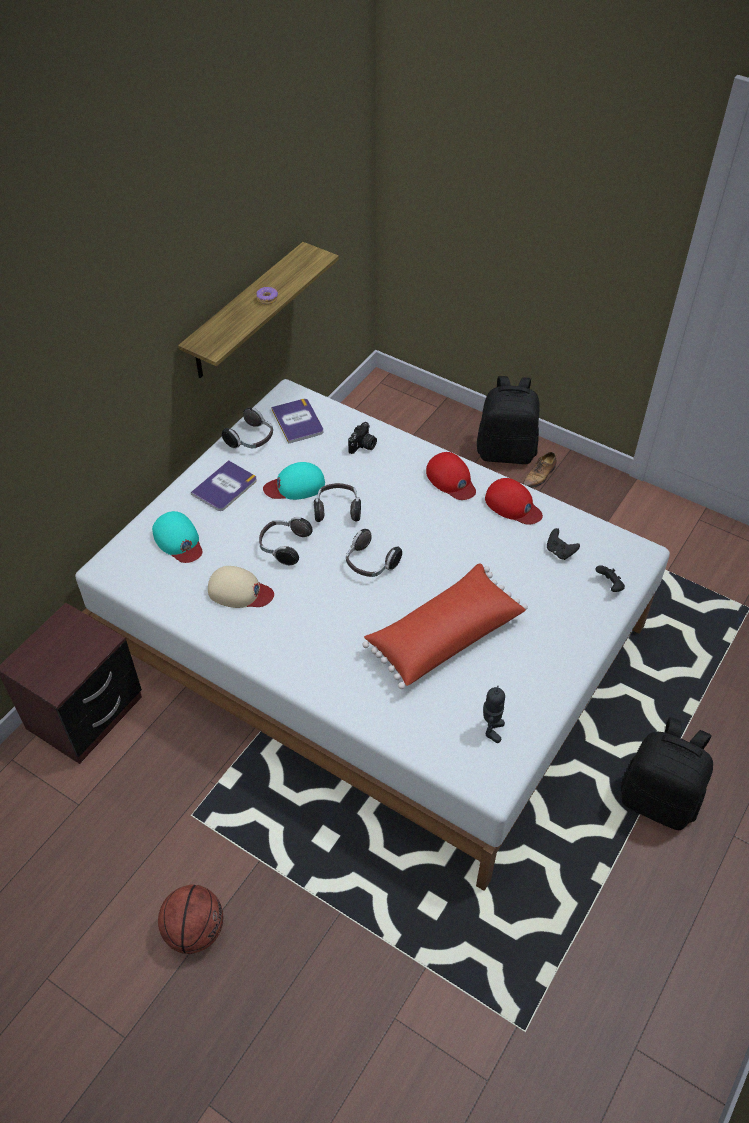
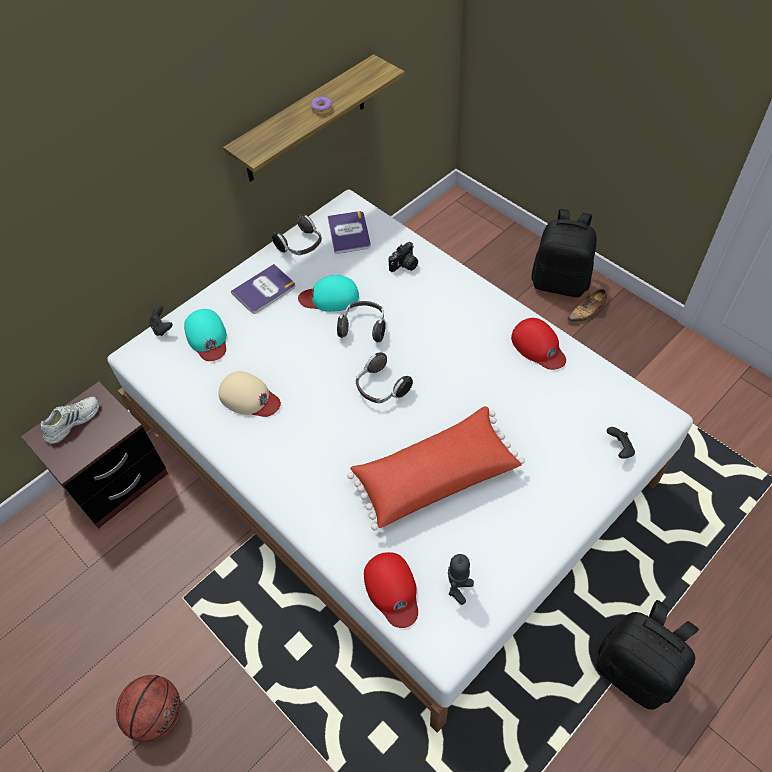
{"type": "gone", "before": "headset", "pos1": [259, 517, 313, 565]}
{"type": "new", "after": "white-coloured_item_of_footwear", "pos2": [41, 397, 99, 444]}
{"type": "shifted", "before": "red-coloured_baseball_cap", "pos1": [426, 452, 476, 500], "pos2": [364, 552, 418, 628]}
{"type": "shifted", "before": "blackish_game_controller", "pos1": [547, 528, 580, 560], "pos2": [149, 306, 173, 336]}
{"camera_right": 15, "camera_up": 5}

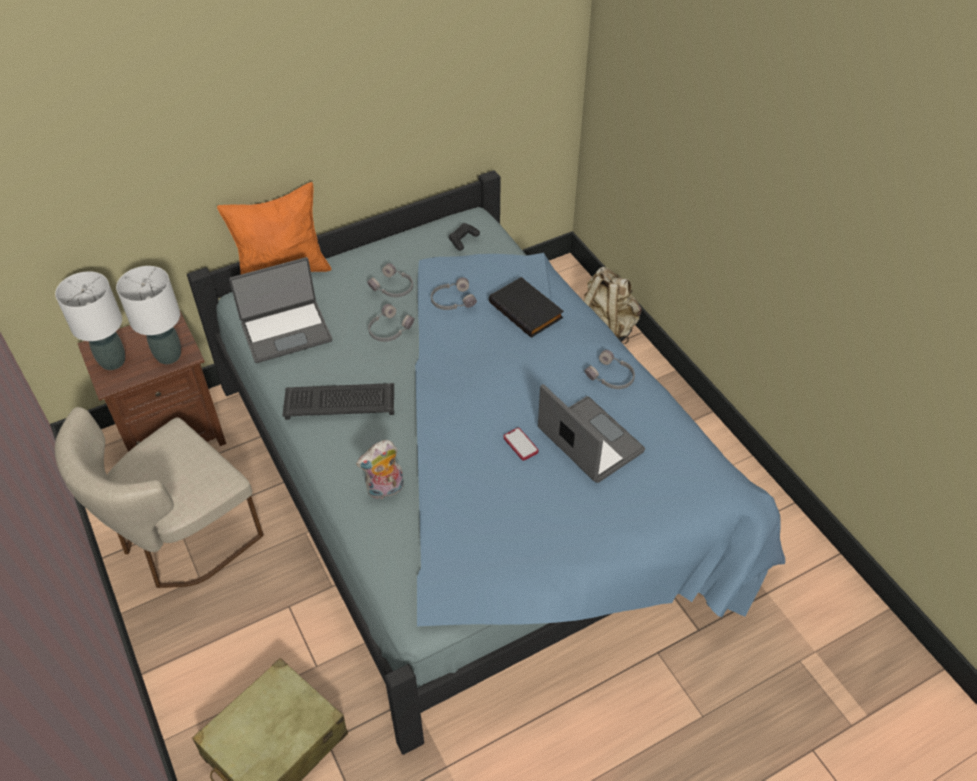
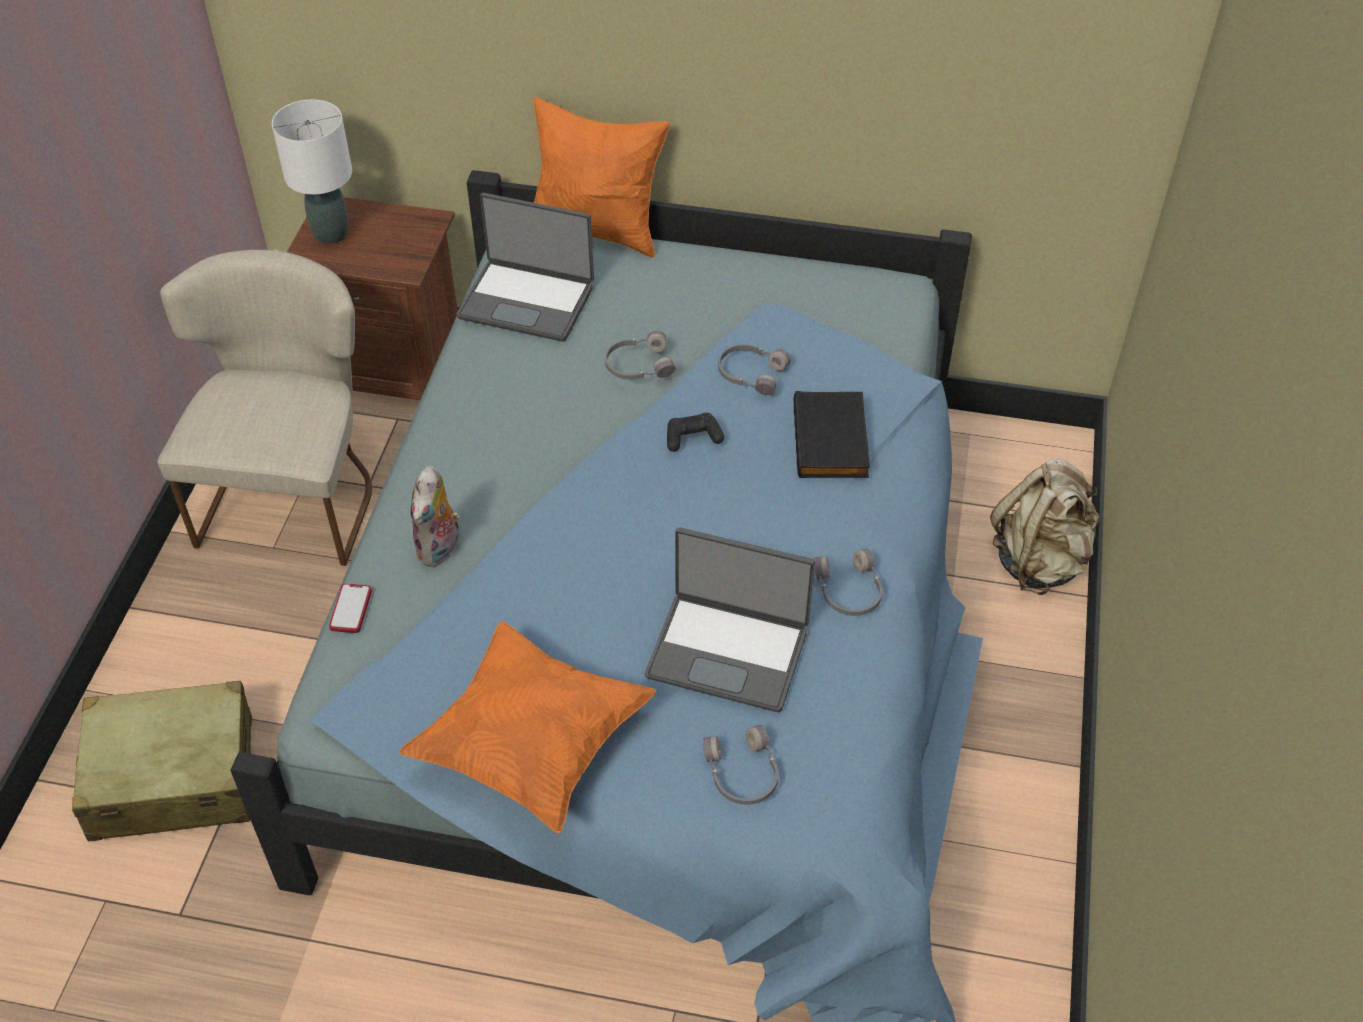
{"type": "gone", "before": "white-coloured_tabletop_lamp", "pos1": [116, 266, 181, 364]}
{"type": "gone", "before": "keyboard", "pos1": [282, 383, 394, 420]}
{"type": "new", "after": "orange_throw_pillow", "pos2": [399, 621, 656, 833]}
{"type": "shifted", "before": "greyish_headset", "pos1": [367, 263, 413, 297], "pos2": [703, 725, 779, 805]}
{"type": "shifted", "before": "blackish_game_controller", "pos1": [449, 223, 480, 251], "pos2": [667, 412, 724, 452]}
{"type": "shifted", "before": "telephone", "pos1": [503, 428, 538, 461], "pos2": [329, 583, 372, 633]}
{"type": "rotated", "before": "beige-coloured_chair", "pos1": [55, 407, 264, 588], "pos2": [157, 249, 372, 566], "turn": 105}
{"type": "rotated", "before": "cuddly_toy", "pos1": [356, 440, 404, 499], "pos2": [410, 466, 460, 567], "turn": -90}
{"type": "rotated", "before": "portable_computer", "pos1": [538, 384, 645, 483], "pos2": [645, 527, 815, 712], "turn": 105}
{"camera_right": 40, "camera_up": 0}

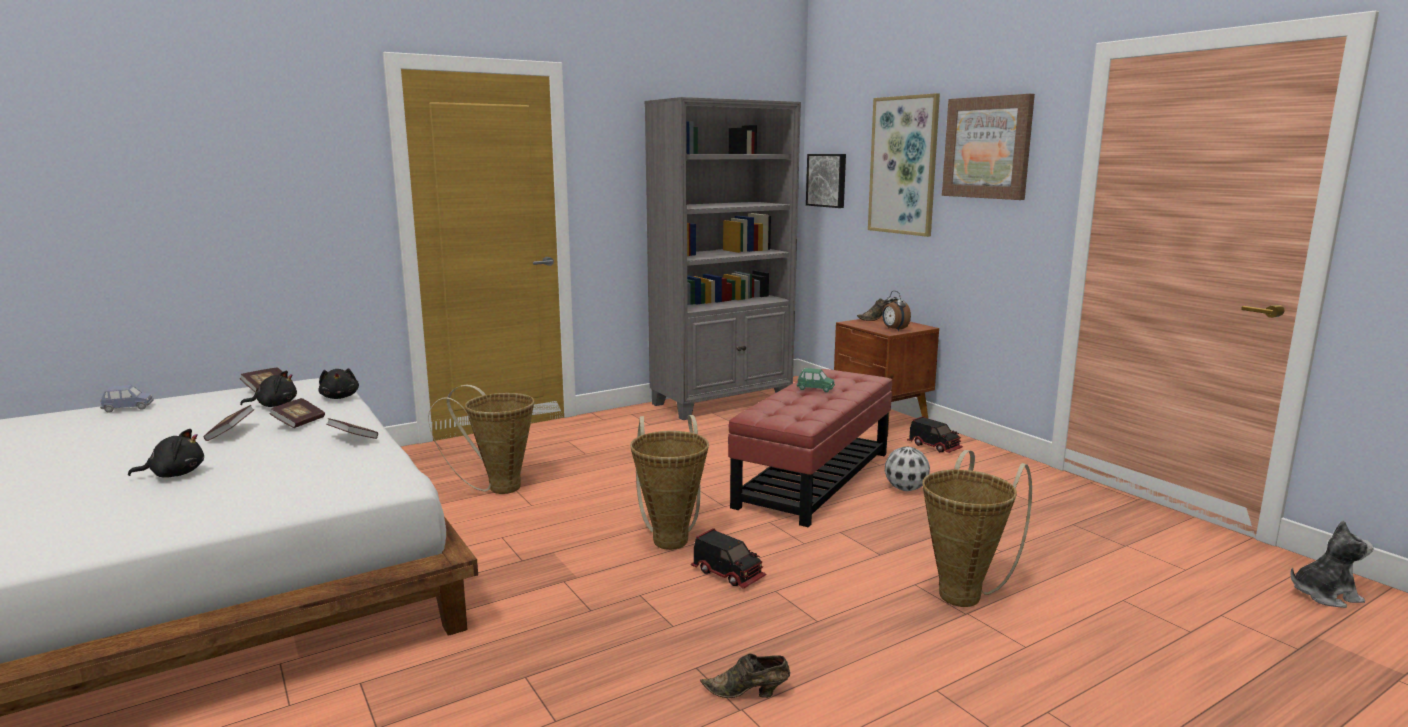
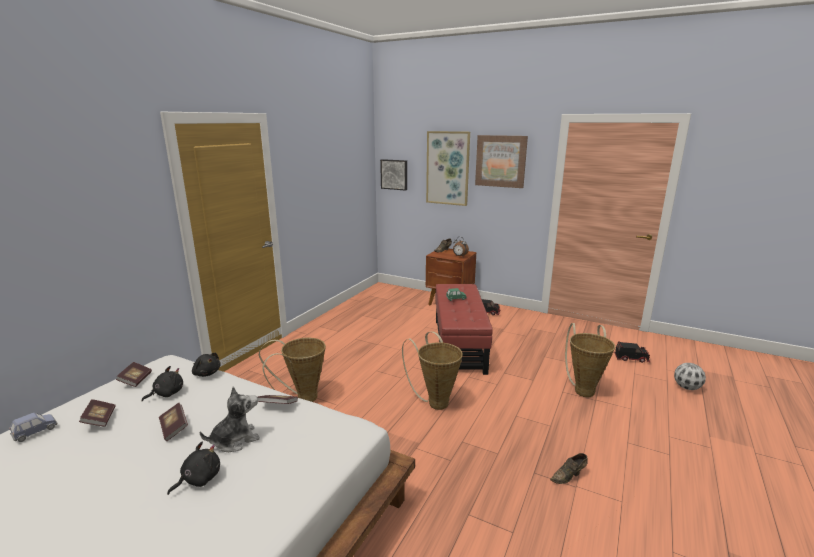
{"type": "gone", "before": "greyish_shelving_unit", "pos1": [644, 97, 801, 420]}
{"type": "shifted", "before": "book", "pos1": [269, 398, 325, 428], "pos2": [79, 399, 115, 427]}
{"type": "shifted", "before": "toy_truck", "pos1": [691, 528, 767, 589], "pos2": [614, 341, 651, 363]}
{"type": "shifted", "before": "ball_for_football", "pos1": [885, 447, 930, 491], "pos2": [674, 363, 706, 390]}
{"type": "shifted", "before": "cuddly_toy", "pos1": [1291, 520, 1374, 608], "pos2": [199, 386, 260, 452]}
{"camera_right": -30, "camera_up": 5}

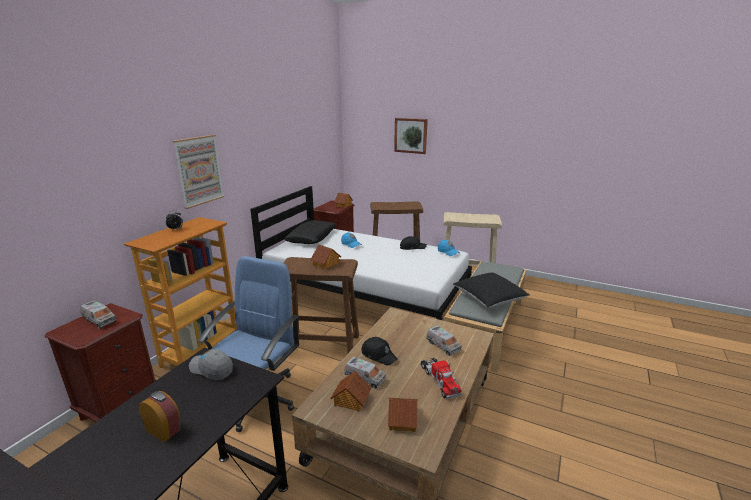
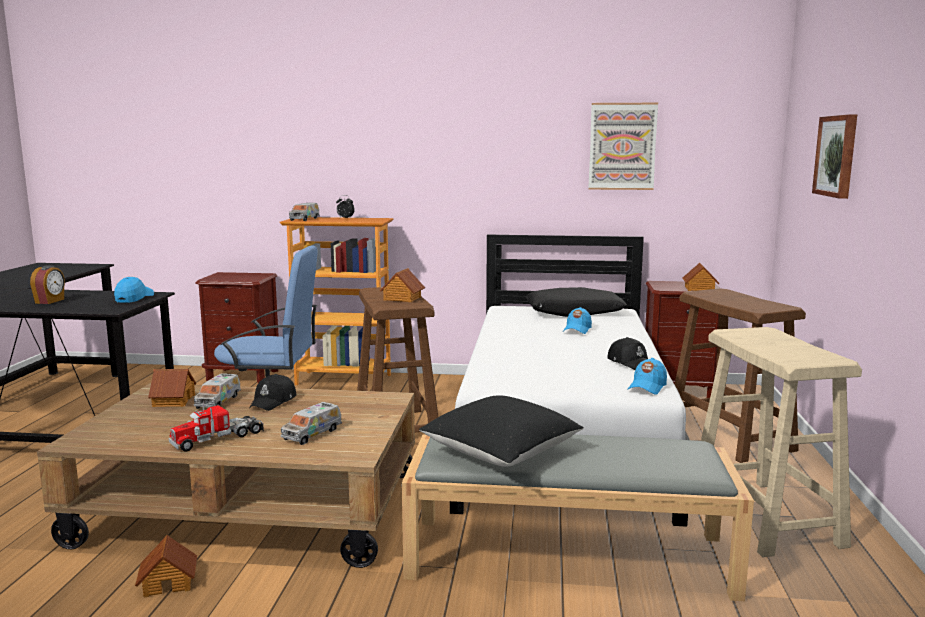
{"type": "shifted", "before": "toy_truck", "pos1": [81, 300, 117, 329], "pos2": [289, 203, 320, 221]}
{"type": "shifted", "before": "wall_picture", "pos1": [173, 135, 224, 209], "pos2": [588, 103, 658, 190]}
{"type": "shifted", "before": "miniature_house", "pos1": [388, 398, 418, 432], "pos2": [135, 535, 197, 598]}
{"type": "repainted", "before": "greyish_baseball_cap", "after": "blue_baseball_cap", "pos1": [189, 349, 233, 381], "pos2": [114, 277, 154, 303]}
{"camera_right": 70, "camera_up": -10}

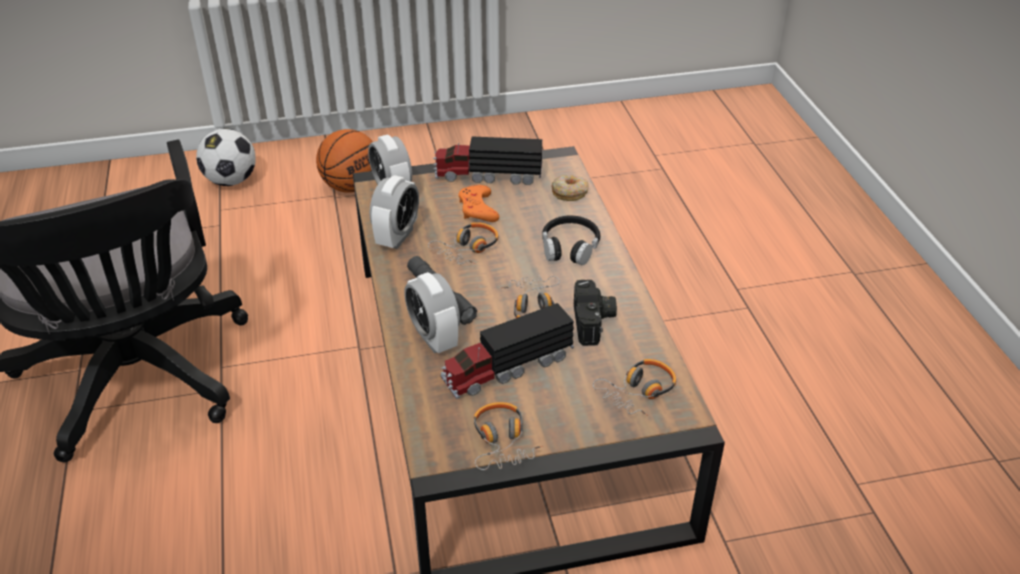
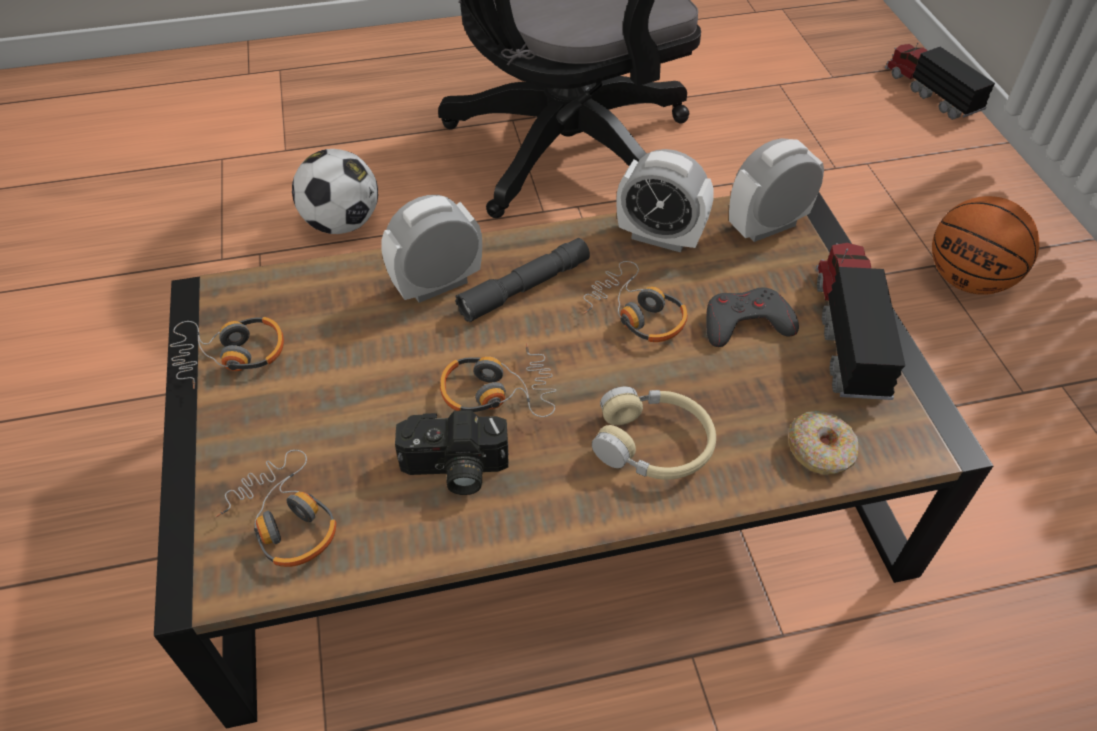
{"type": "shifted", "before": "ball_for_football", "pos1": [196, 128, 256, 186], "pos2": [292, 149, 378, 234]}
{"type": "shifted", "before": "toy_truck", "pos1": [441, 303, 574, 399], "pos2": [885, 43, 995, 120]}
{"type": "repainted", "before": "orange_game_controller", "after": "greyish_game_controller", "pos1": [459, 185, 499, 222], "pos2": [706, 287, 799, 347]}
{"type": "repainted", "before": "blackish_headset", "after": "beige-coloured_headset", "pos1": [542, 215, 601, 265], "pos2": [592, 386, 716, 480]}
{"camera_right": 90, "camera_up": 10}

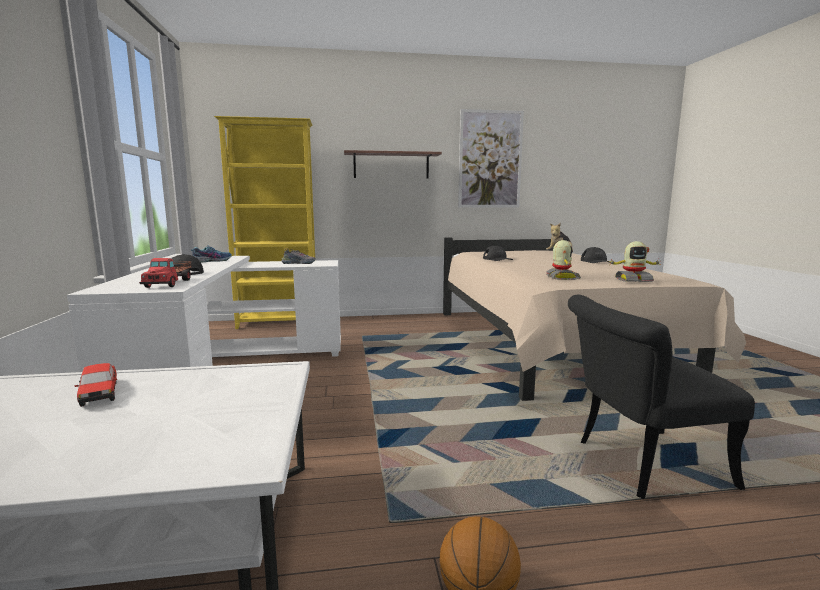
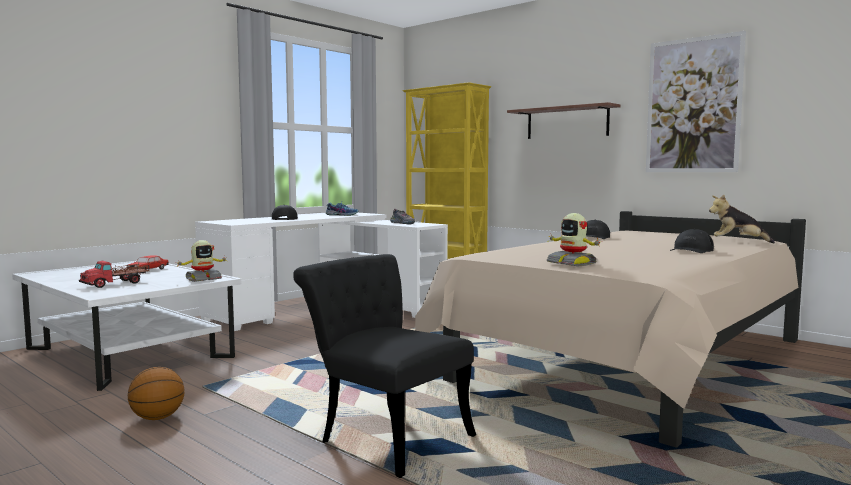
{"type": "shifted", "before": "toy_truck", "pos1": [139, 258, 191, 288], "pos2": [79, 261, 150, 288]}
{"type": "shifted", "before": "toy_robot", "pos1": [546, 240, 581, 280], "pos2": [178, 240, 227, 282]}
{"camera_right": 50, "camera_up": -5}

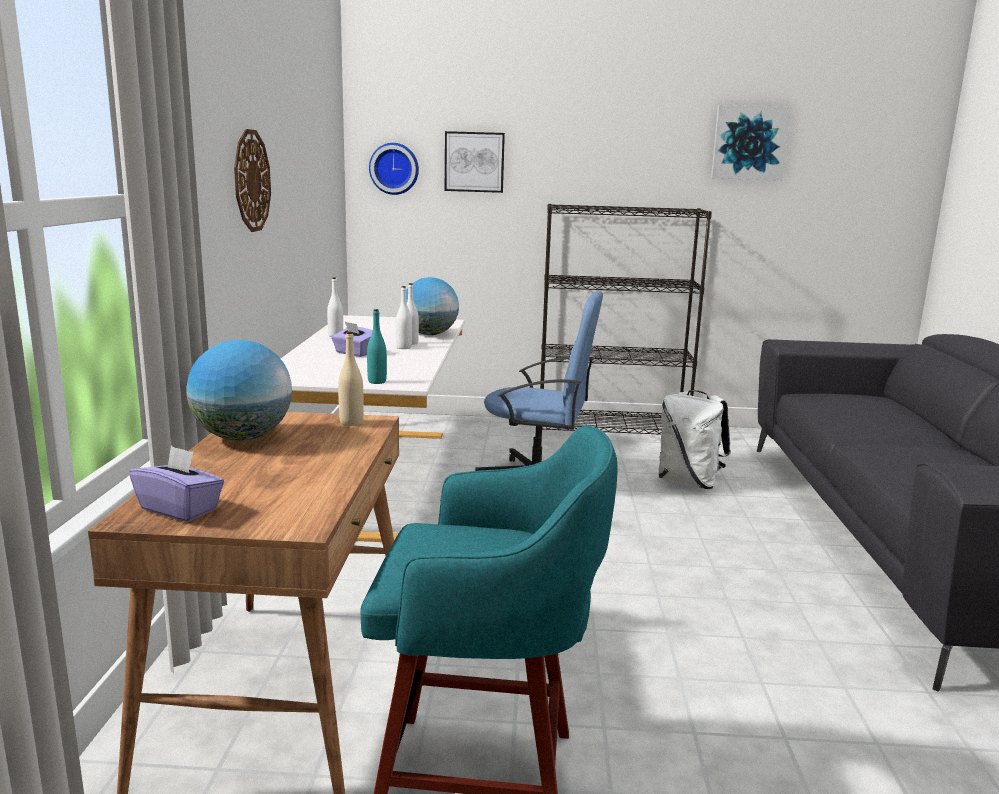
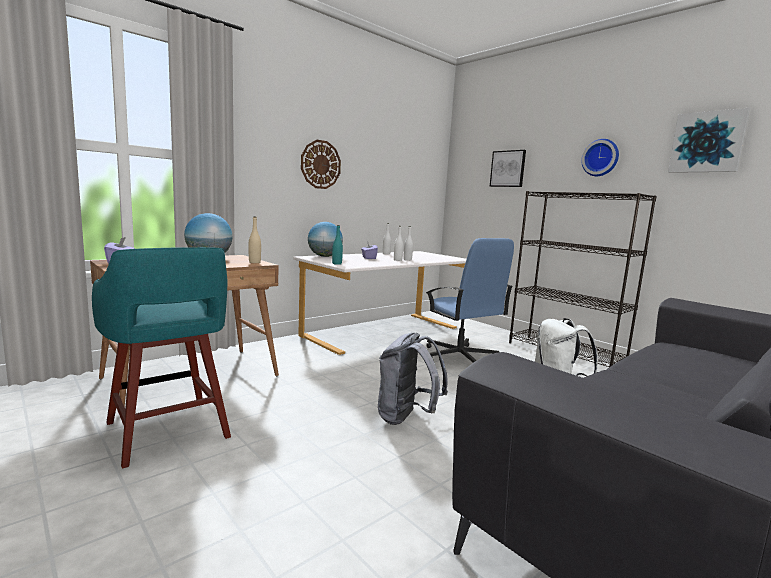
{"type": "new", "after": "greyish_backpack", "pos2": [378, 333, 448, 425]}
{"type": "shifted", "before": "clock_on_the_wall", "pos1": [369, 143, 419, 195], "pos2": [581, 139, 619, 176]}
{"type": "shifted", "before": "desk_globe", "pos1": [406, 277, 459, 335], "pos2": [308, 222, 343, 257]}
{"camera_right": 45, "camera_up": -5}

